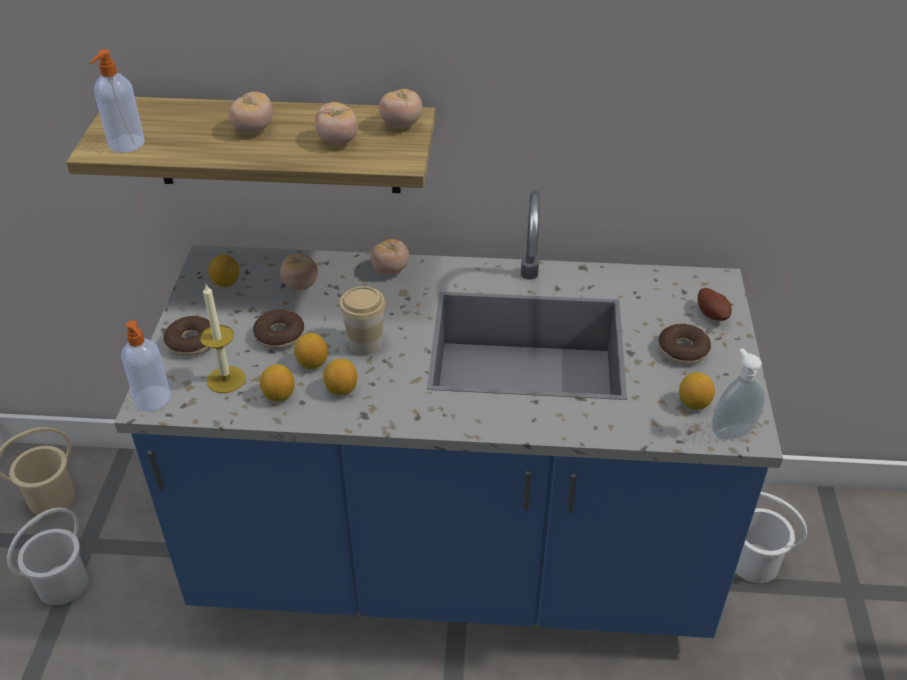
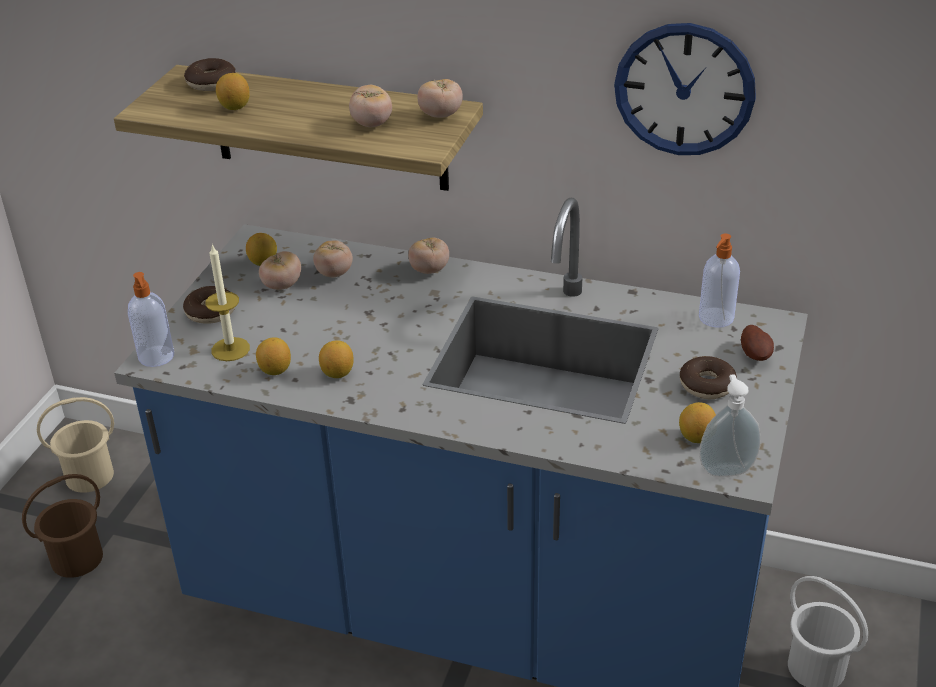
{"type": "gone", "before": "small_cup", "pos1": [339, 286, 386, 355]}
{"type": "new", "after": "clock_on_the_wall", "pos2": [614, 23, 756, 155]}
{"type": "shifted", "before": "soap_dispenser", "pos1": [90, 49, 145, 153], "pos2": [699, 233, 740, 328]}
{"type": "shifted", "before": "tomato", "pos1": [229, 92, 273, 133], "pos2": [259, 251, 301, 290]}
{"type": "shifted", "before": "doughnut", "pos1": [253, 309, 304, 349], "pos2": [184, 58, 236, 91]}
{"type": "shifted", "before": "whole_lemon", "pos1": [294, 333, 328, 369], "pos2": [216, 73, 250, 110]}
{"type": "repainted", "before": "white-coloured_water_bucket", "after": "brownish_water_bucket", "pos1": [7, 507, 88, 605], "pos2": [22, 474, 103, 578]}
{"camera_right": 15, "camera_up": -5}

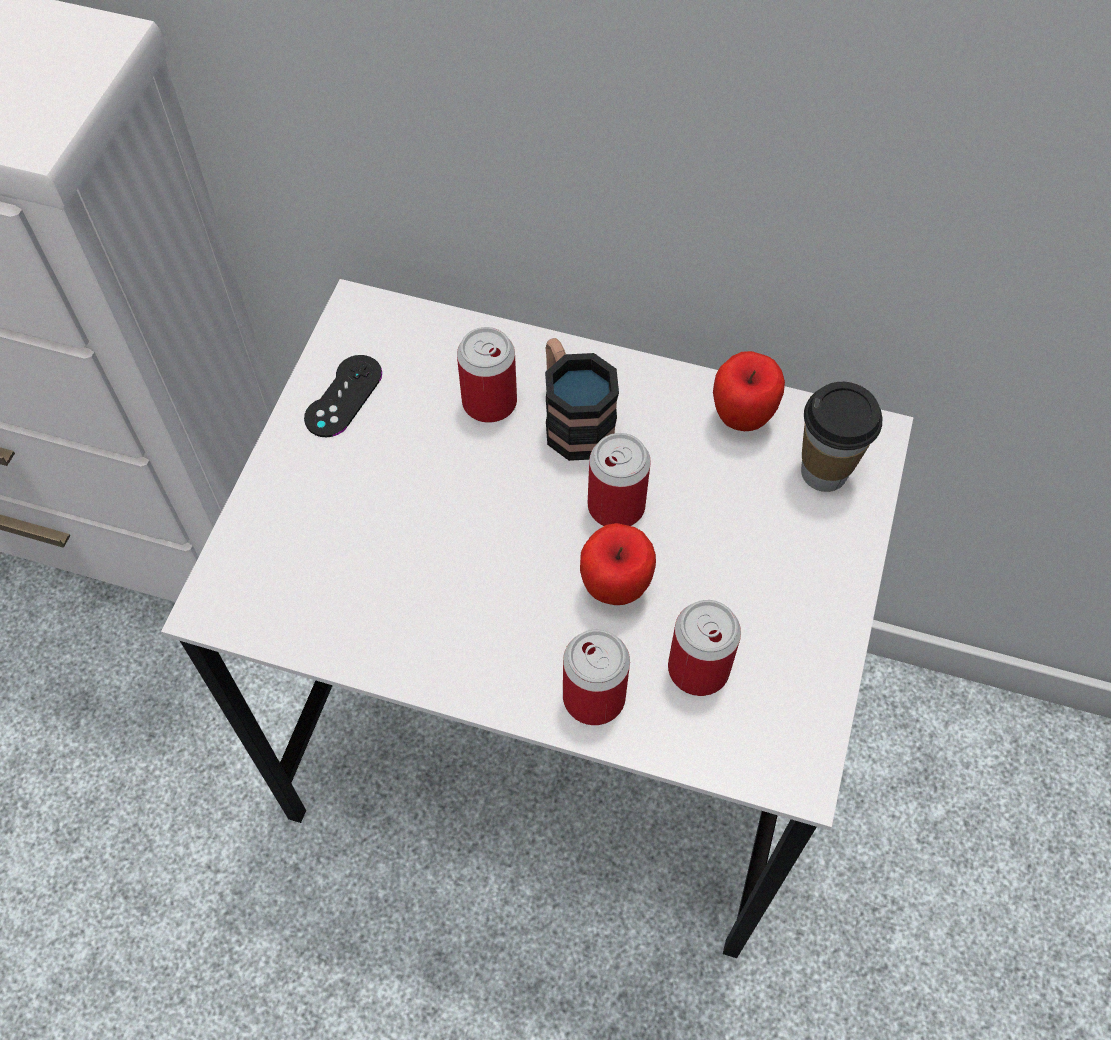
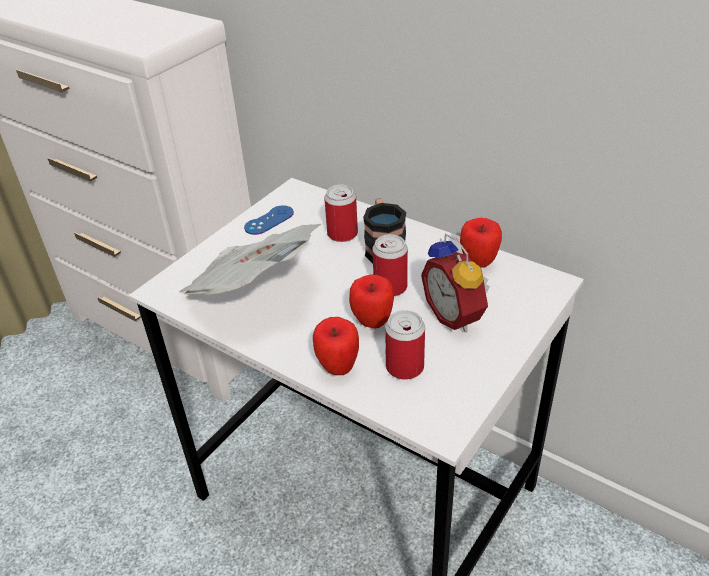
{"type": "gone", "before": "small_cup", "pos1": [801, 382, 882, 492]}
{"type": "new", "after": "newspaper", "pos2": [179, 224, 321, 295]}
{"type": "new", "after": "table_clock", "pos2": [421, 234, 490, 332]}
{"type": "swapped", "before": "sealed_can", "after": "apple", "pos1": [563, 629, 630, 725], "pos2": [313, 317, 359, 375]}
{"type": "repainted", "before": "blackish_game_controller", "after": "blue_game_controller", "pos1": [304, 355, 382, 437], "pos2": [244, 205, 294, 235]}
{"camera_right": 20, "camera_up": -20}

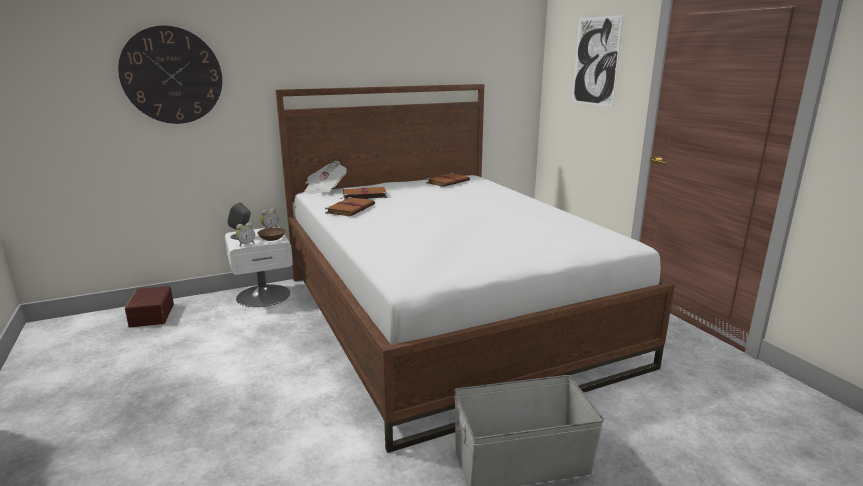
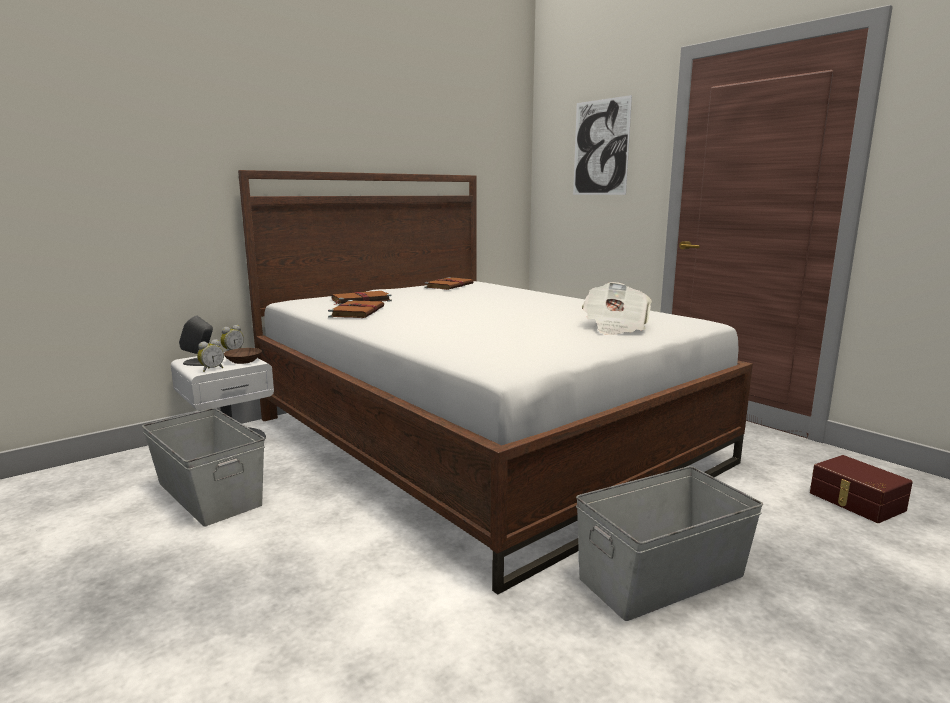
{"type": "gone", "before": "clock_on_the_wall", "pos1": [118, 26, 222, 124]}
{"type": "new", "after": "greyish_storage_box", "pos2": [142, 408, 265, 526]}
{"type": "shifted", "before": "brownish_storage_box", "pos1": [125, 286, 174, 328], "pos2": [810, 455, 913, 523]}
{"type": "shifted", "before": "newspaper", "pos1": [304, 161, 347, 194], "pos2": [582, 282, 652, 335]}
{"camera_right": -15, "camera_up": -5}

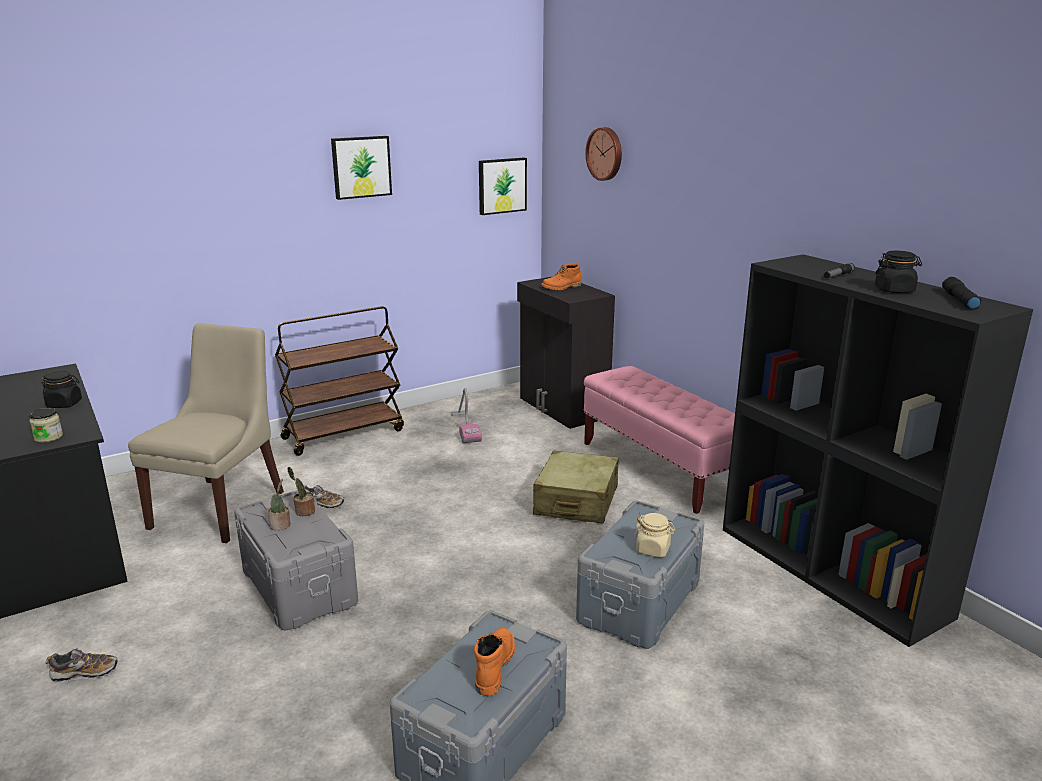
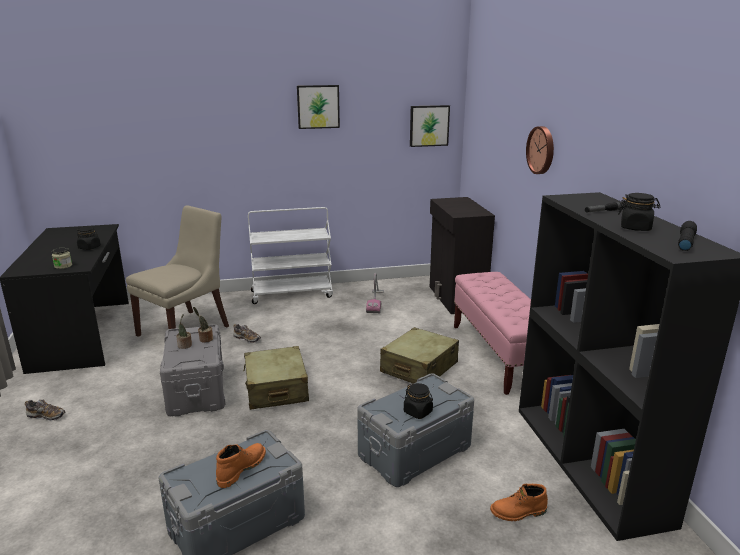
{"type": "new", "after": "beige-coloured_piece_of_luggage", "pos2": [243, 346, 309, 410]}
{"type": "shifted", "before": "orange_boot", "pos1": [542, 264, 581, 290], "pos2": [490, 483, 548, 521]}
{"type": "shifted", "before": "clock_on_the_wall", "pos1": [585, 127, 622, 181], "pos2": [526, 126, 554, 174]}
{"type": "repainted", "before": "brownish_trolley", "after": "white-coloured_trolley", "pos1": [275, 306, 404, 456], "pos2": [248, 207, 333, 304]}
{"type": "repainted", "before": "beige-coloured_storage_jar", "after": "blackish_storage_jar", "pos1": [634, 513, 675, 557], "pos2": [404, 383, 433, 419]}
{"camera_right": 20, "camera_up": 0}

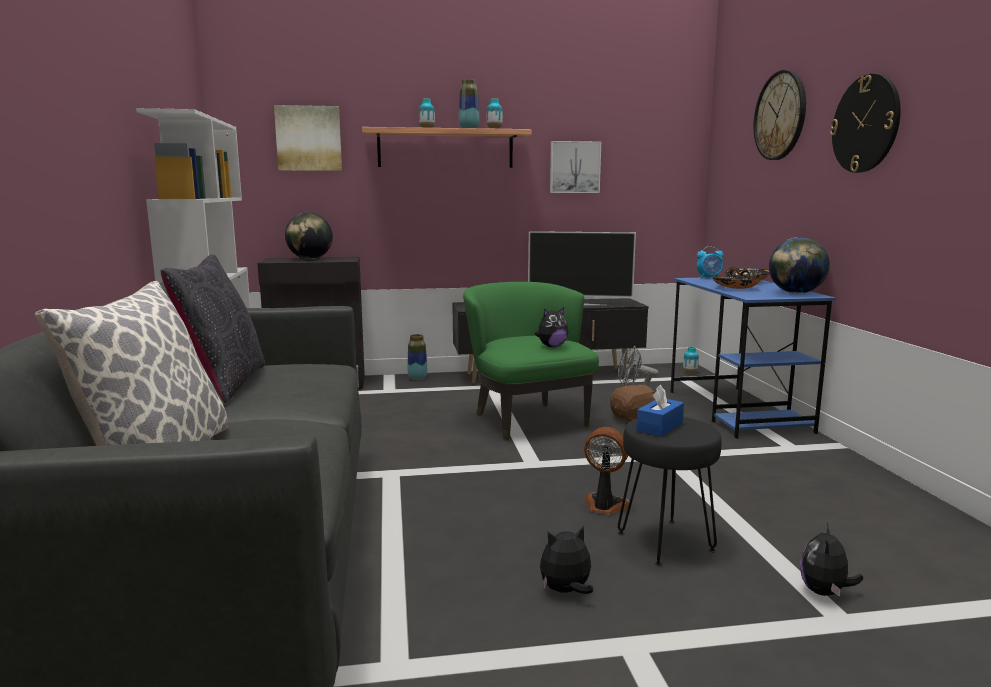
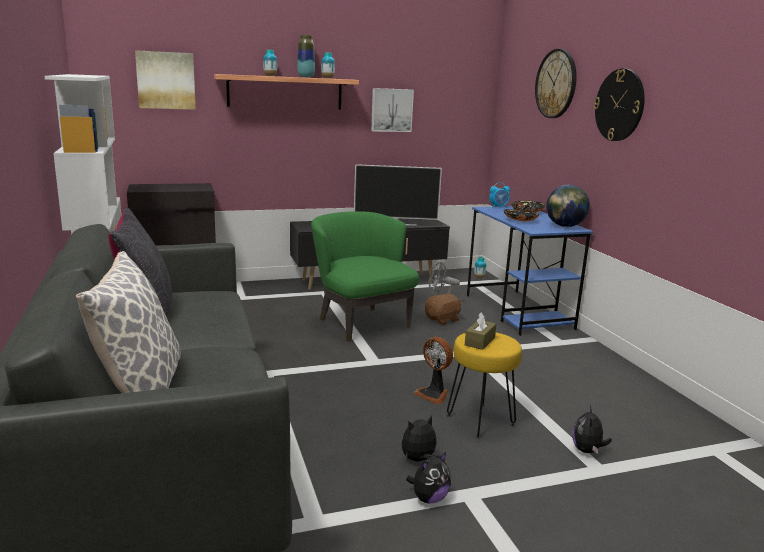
{"type": "gone", "before": "desk_globe", "pos1": [285, 213, 333, 259]}
{"type": "gone", "before": "vase", "pos1": [407, 334, 427, 380]}
{"type": "shifted", "before": "cuddly_toy", "pos1": [535, 307, 568, 347], "pos2": [406, 452, 451, 504]}
{"type": "repainted", "before": "blackish_stool", "after": "yellowish_stool", "pos1": [618, 417, 722, 566], "pos2": [447, 333, 522, 438]}
{"type": "repainted", "before": "blue_box_of_tissues", "after": "brownish_box_of_tissues", "pos1": [636, 384, 684, 437], "pos2": [465, 312, 496, 350]}
{"type": "rotated", "before": "fan", "pos1": [584, 427, 629, 515], "pos2": [414, 337, 453, 404], "turn": -150}
{"camera_right": -10, "camera_up": 5}

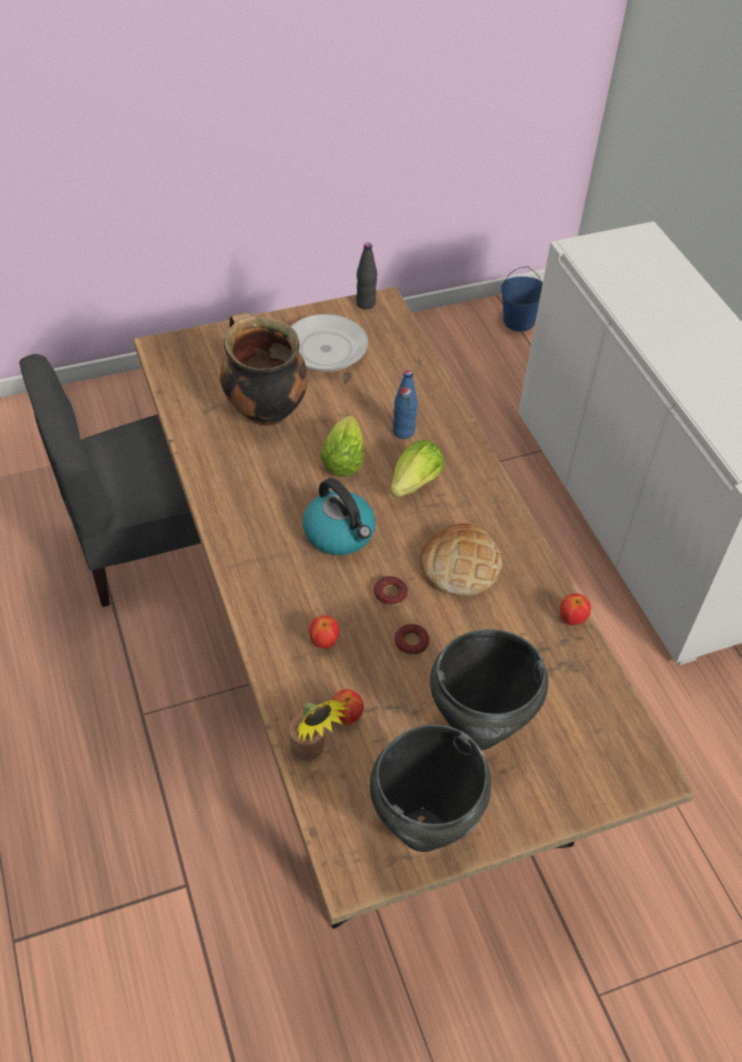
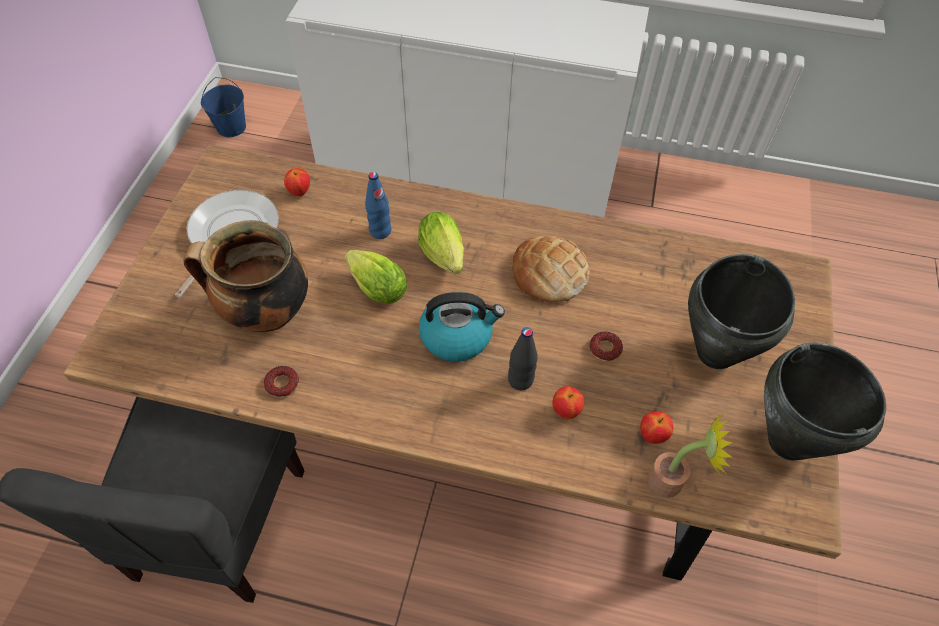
{"type": "shifted", "before": "blackish_bottle", "pos1": [356, 243, 377, 309], "pos2": [508, 327, 538, 390]}
{"type": "shifted", "before": "doughnut", "pos1": [374, 576, 408, 606], "pos2": [264, 366, 299, 398]}
{"type": "shifted", "before": "apple", "pos1": [560, 594, 591, 625], "pos2": [284, 168, 310, 196]}
{"camera_right": -55, "camera_up": 5}

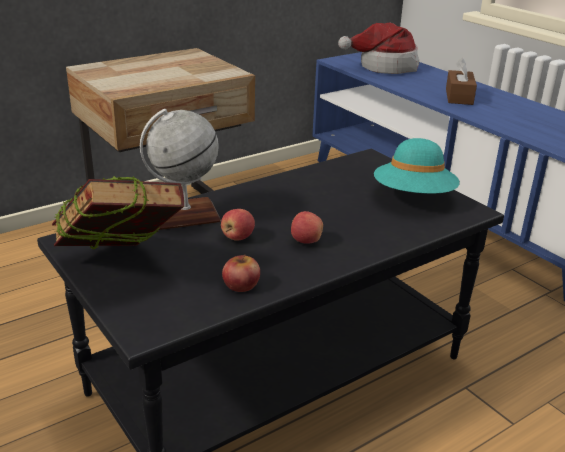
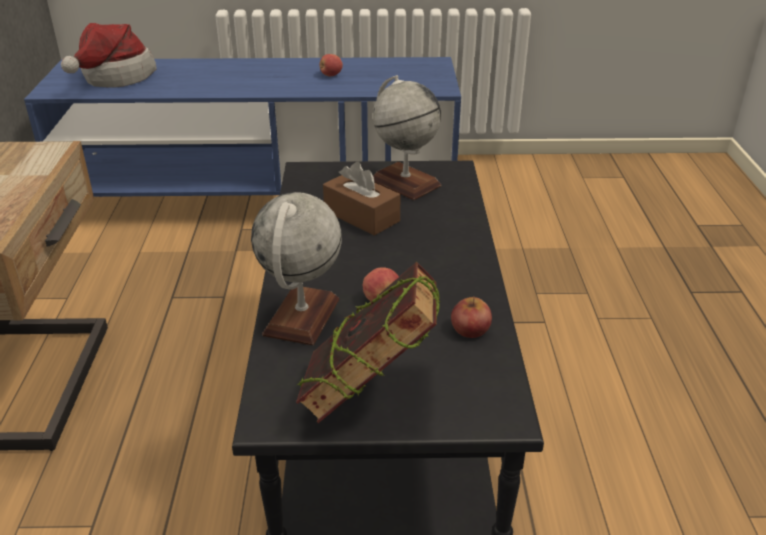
{"type": "shifted", "before": "apple", "pos1": [291, 211, 323, 244], "pos2": [319, 54, 343, 76]}
{"type": "shifted", "before": "brownish_box_of_tissues", "pos1": [446, 58, 477, 105], "pos2": [323, 162, 401, 236]}
{"type": "swapped", "before": "turquoise_wearable_hat", "after": "desk_globe", "pos1": [374, 138, 460, 194], "pos2": [373, 75, 441, 200]}
{"camera_right": -55, "camera_up": 5}

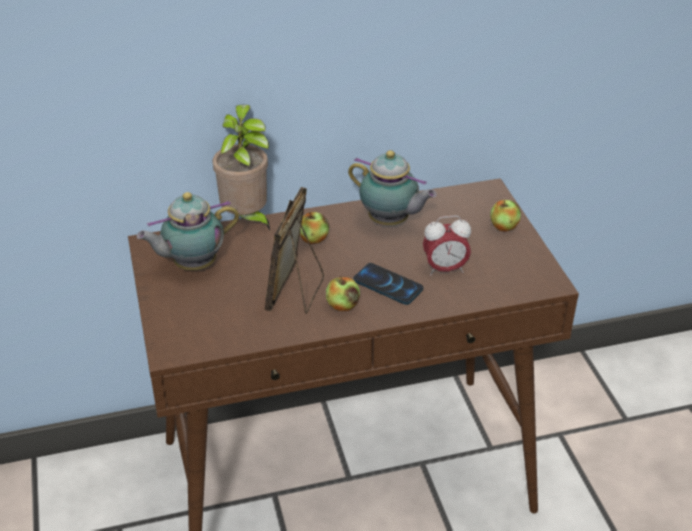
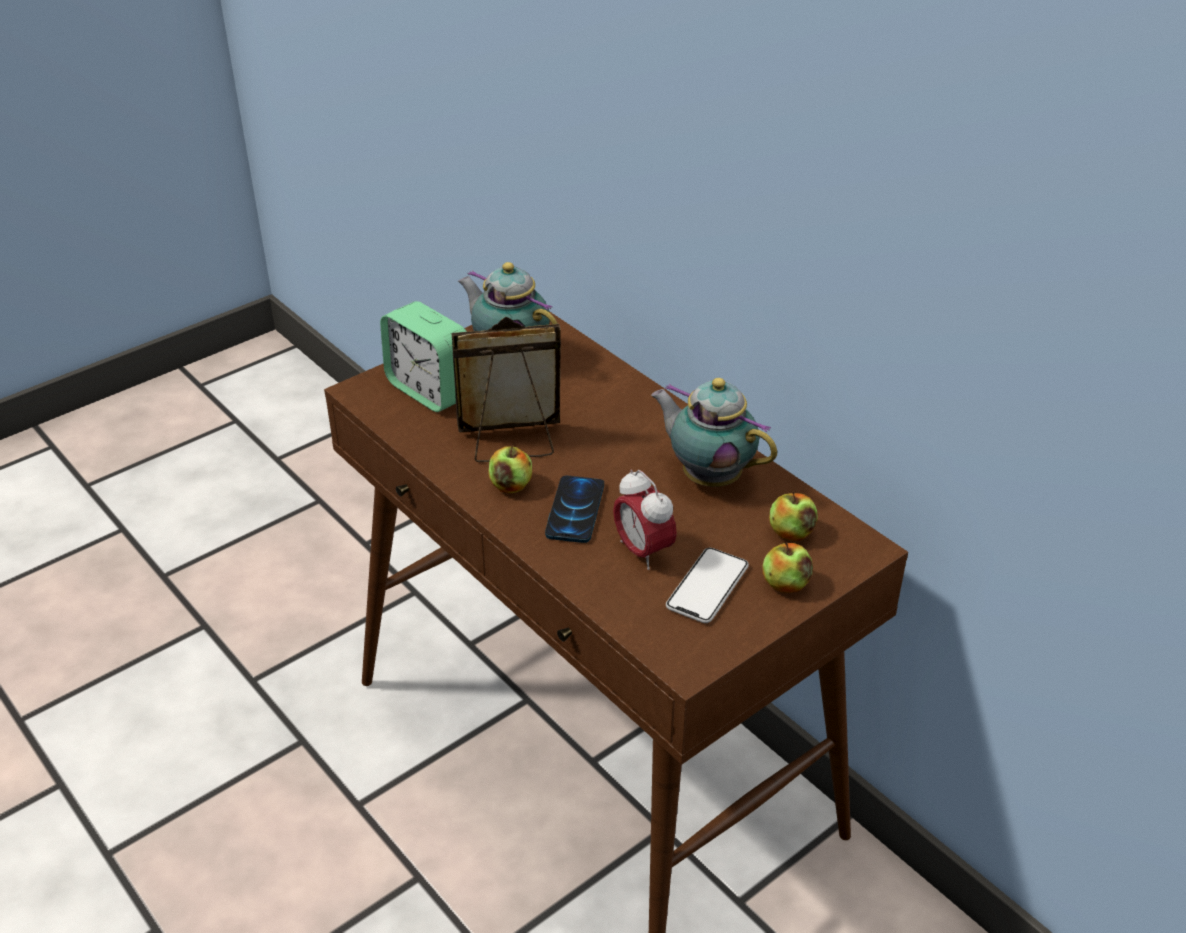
{"type": "gone", "before": "potted_plant", "pos1": [212, 105, 270, 230]}
{"type": "new", "after": "table_clock", "pos2": [380, 301, 467, 412]}
{"type": "new", "after": "telephone", "pos2": [666, 548, 749, 623]}
{"type": "shifted", "before": "apple", "pos1": [300, 212, 329, 244], "pos2": [769, 491, 818, 541]}
{"type": "rotated", "before": "teapot", "pos1": [348, 150, 437, 225], "pos2": [651, 378, 777, 487], "turn": 120}
{"camera_right": 65, "camera_up": 0}

